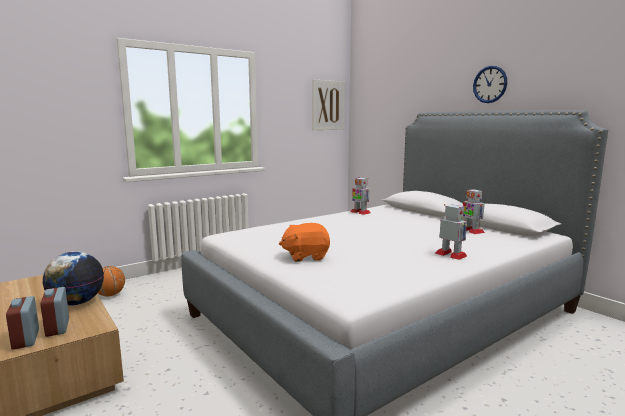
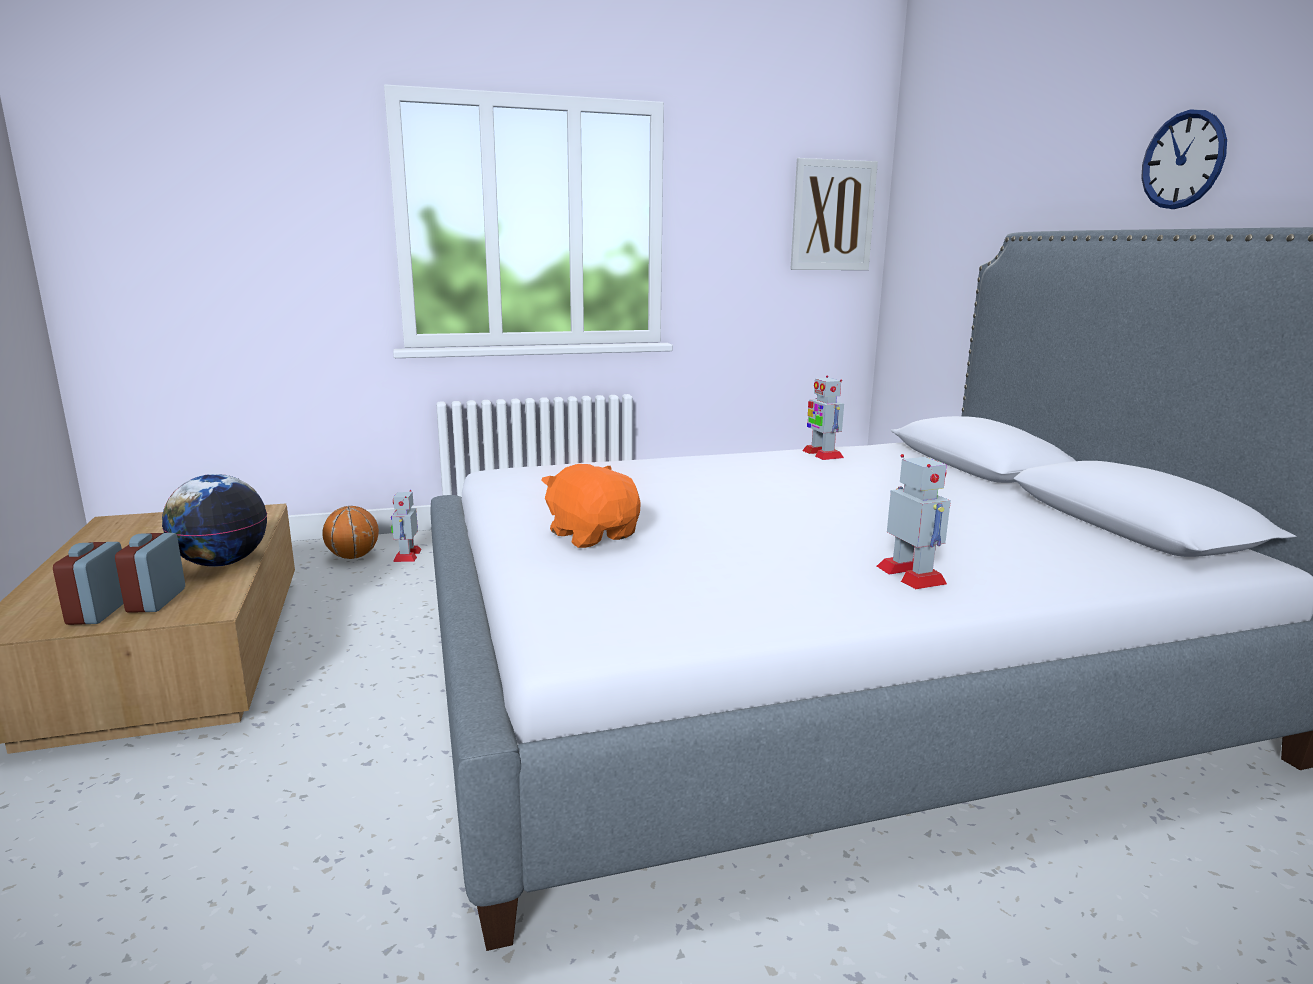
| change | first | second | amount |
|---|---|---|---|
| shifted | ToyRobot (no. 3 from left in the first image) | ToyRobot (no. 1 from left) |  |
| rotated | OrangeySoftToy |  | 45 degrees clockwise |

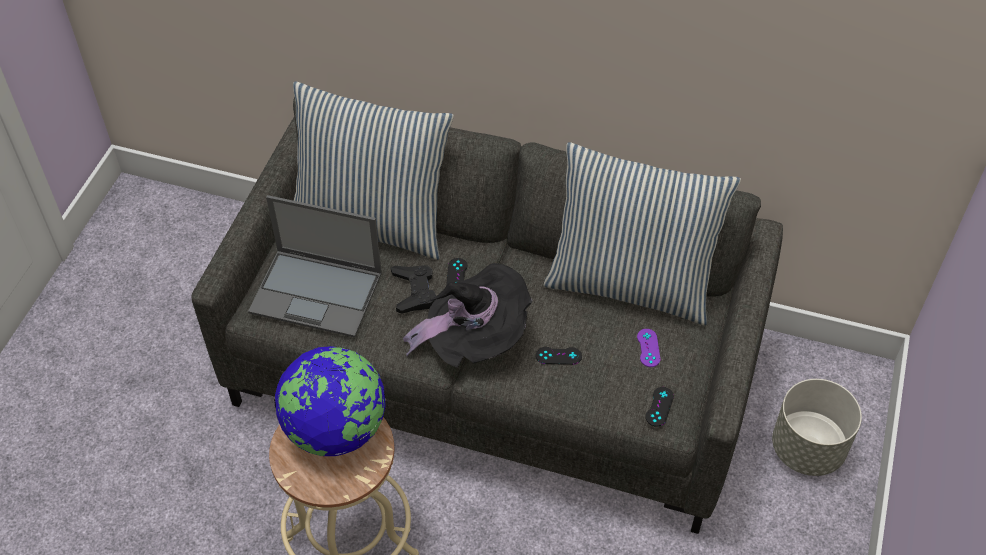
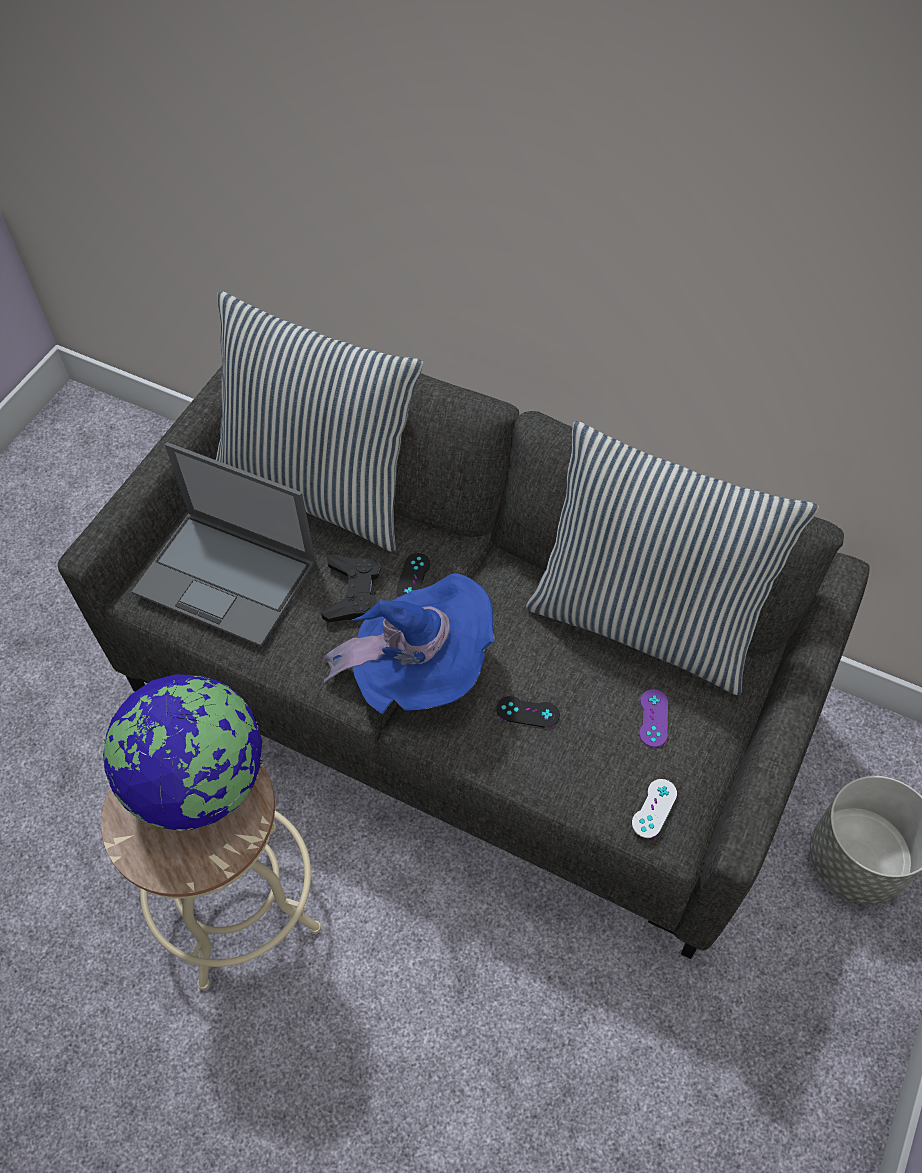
| change | first | second | amount |
|---|---|---|---|
| repainted | BlackClothingHat | BlueClothingHat |  |
| repainted | BlackJoypad (no. 4 from left) | WhiteJoypad |  |

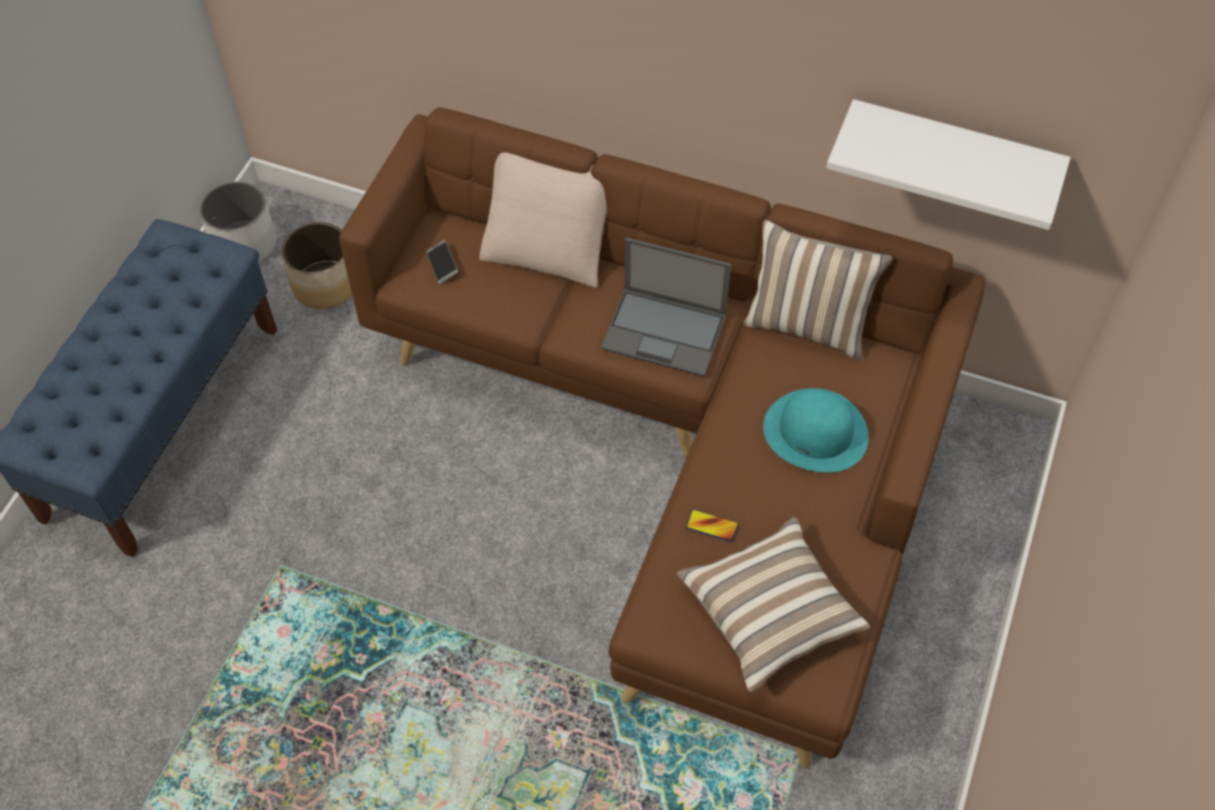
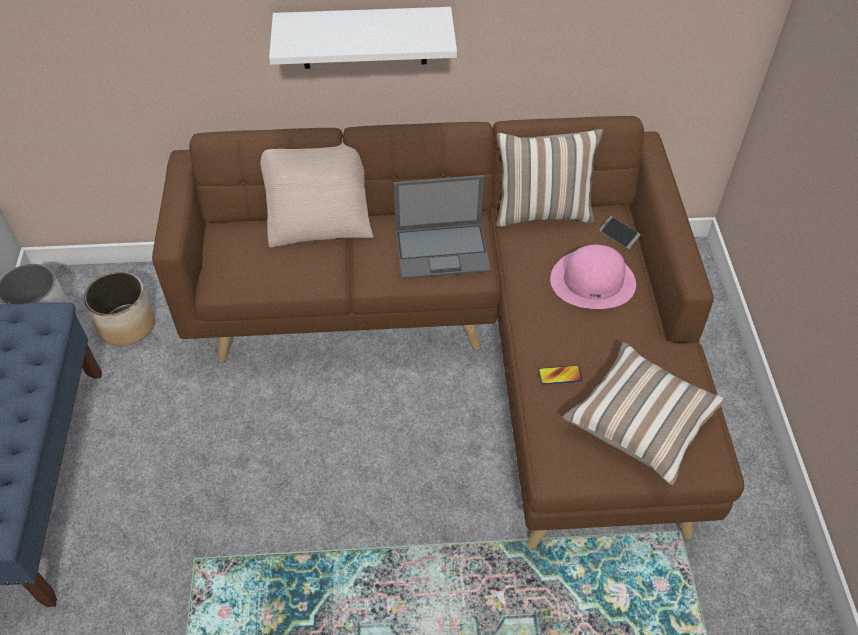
| change | first | second | amount |
|---|---|---|---|
| shifted | WhiteBracketShelf |  |  |
| repainted | TurquoiseColouredClothingHat | PinkClothingHat |  |
| shifted | Handset (no. 1 from left in the first image) | Handset (no. 2 from left) |  |

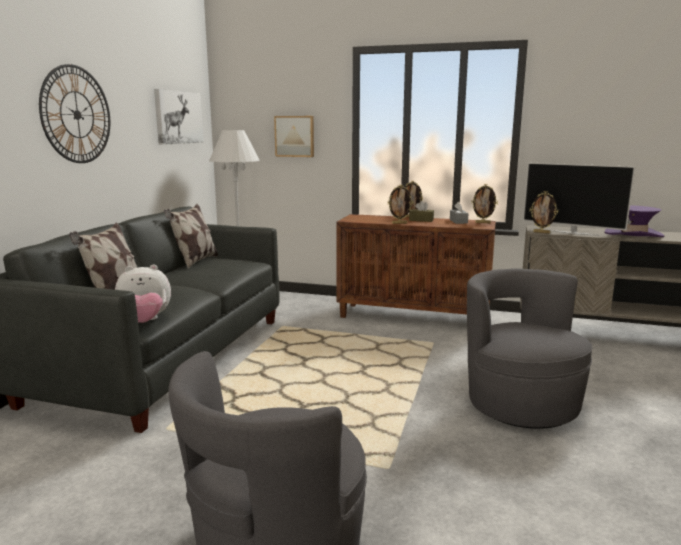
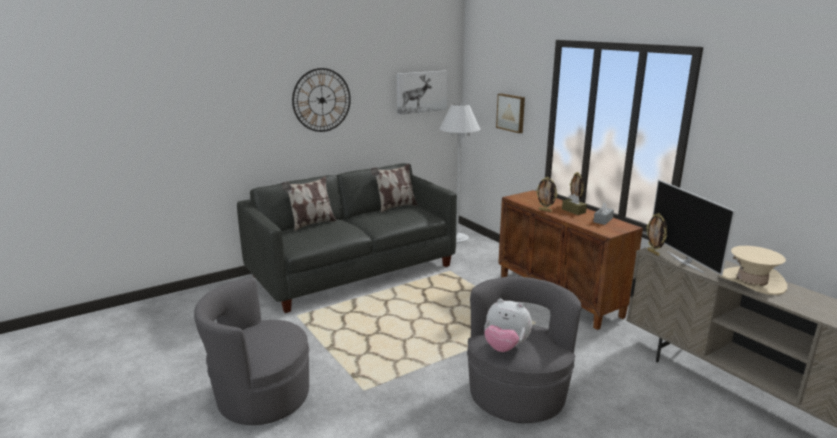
| change | first | second | amount |
|---|---|---|---|
| shifted | SoftToy |  |  |
| repainted | PurpleClothingHat | BeigeColouredClothingHat |  |
| gone | PictureFrame (no. 3 from left) |  |  |

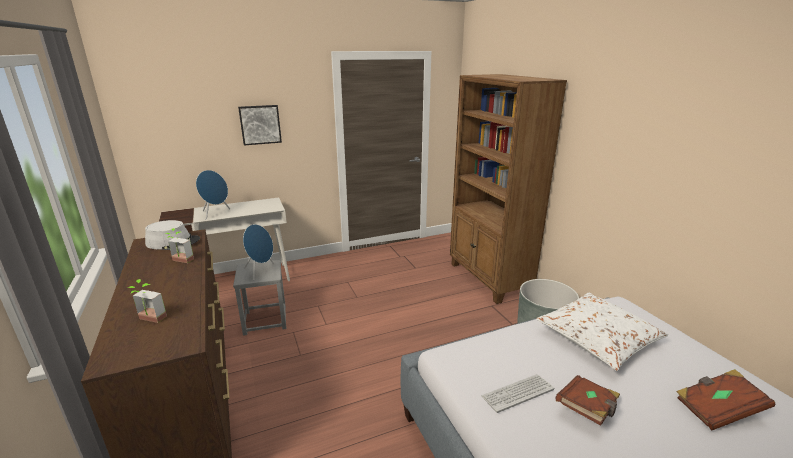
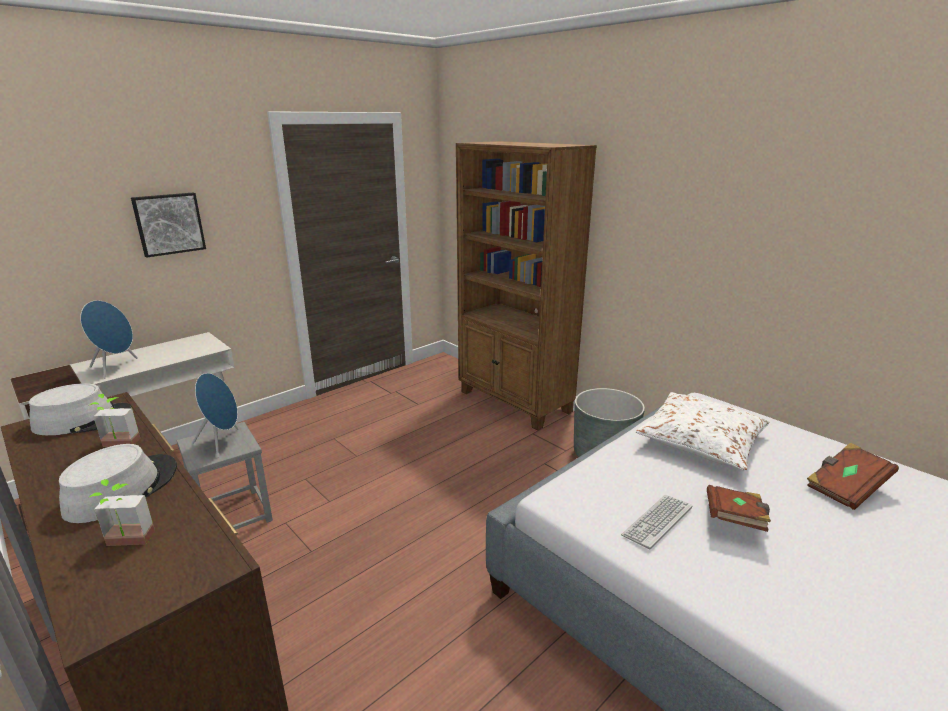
| change | first | second | amount |
|---|---|---|---|
| new |  | GreyishClothingHat (no. 2 from left) |  |

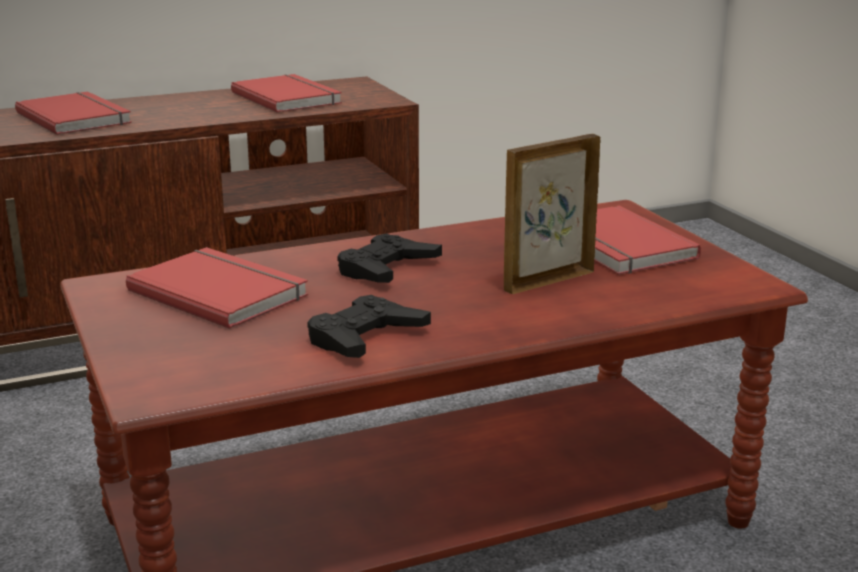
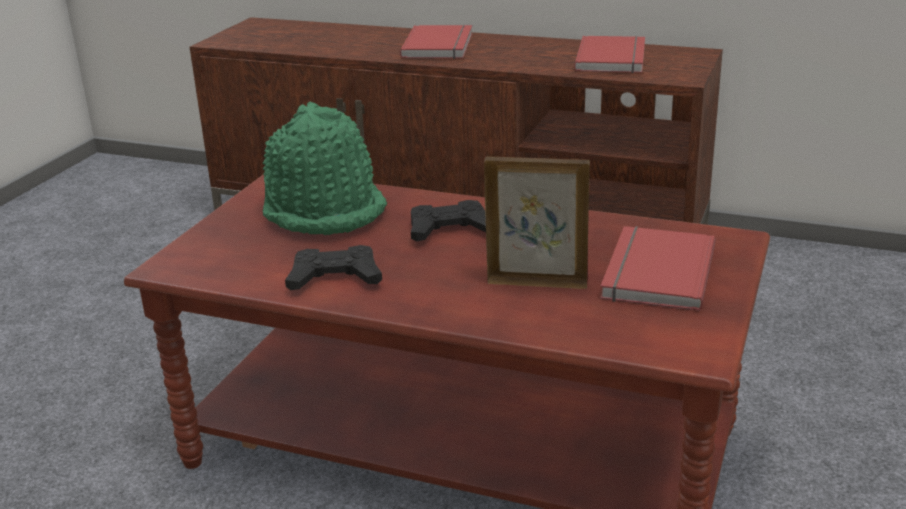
| change | first | second | amount |
|---|---|---|---|
| swapped | RedColouredBoundBook (no. 2 from left) | GreenishClothingHat |  |

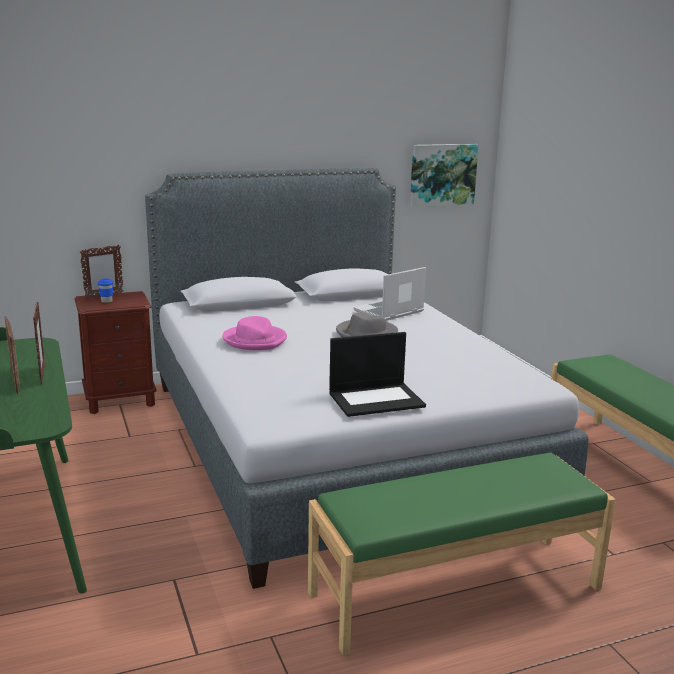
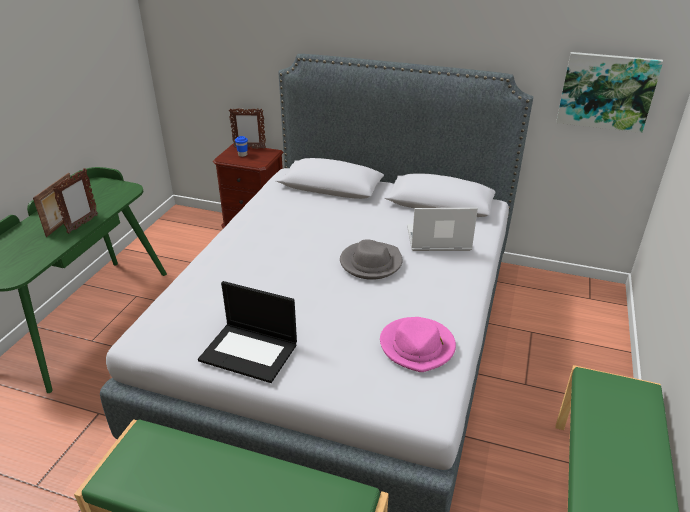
| change | first | second | amount |
|---|---|---|---|
| shifted | PinkClothingHat |  |  |

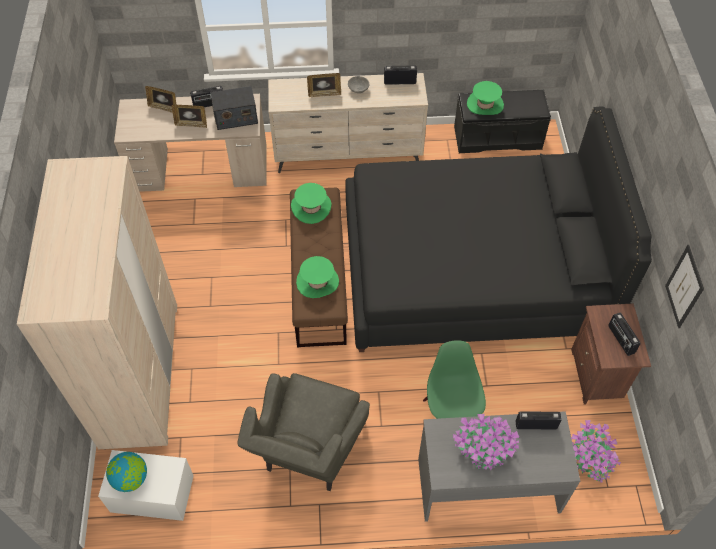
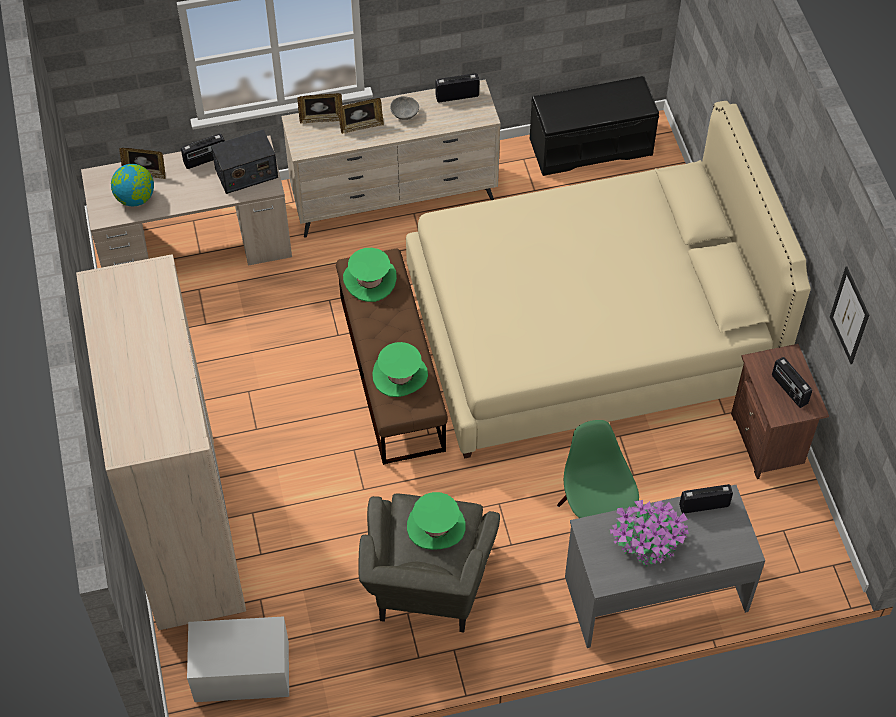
| change | first | second | amount |
|---|---|---|---|
| shifted | WorldGlobe |  |  |
| shifted | PictureFrame (no. 2 from left) |  |  |
| repainted | BlackBed | BeigeColouredBed |  |
| shifted | GreenishClothingHat (no. 3 from left) |  |  |
| gone | PottedPlant (no. 2 from left) |  |  |

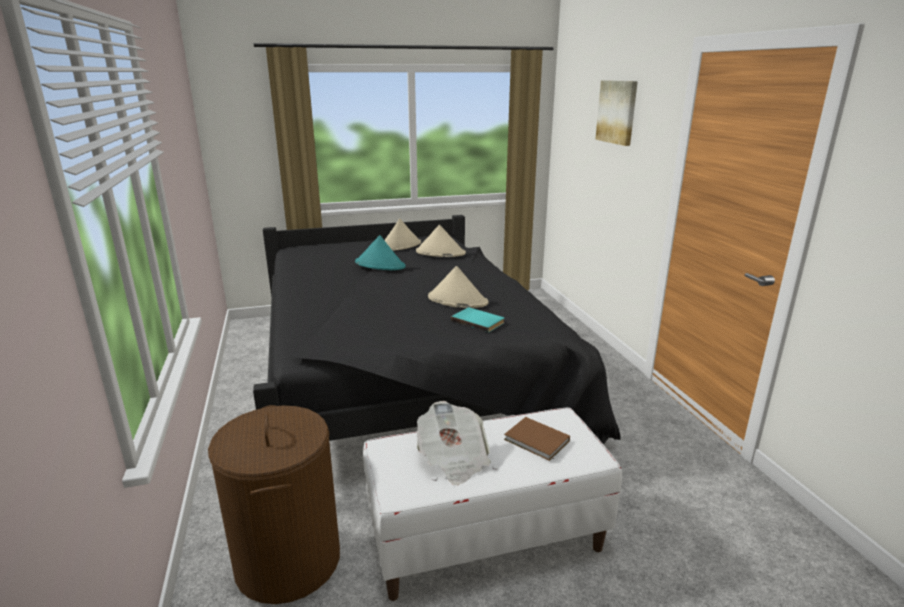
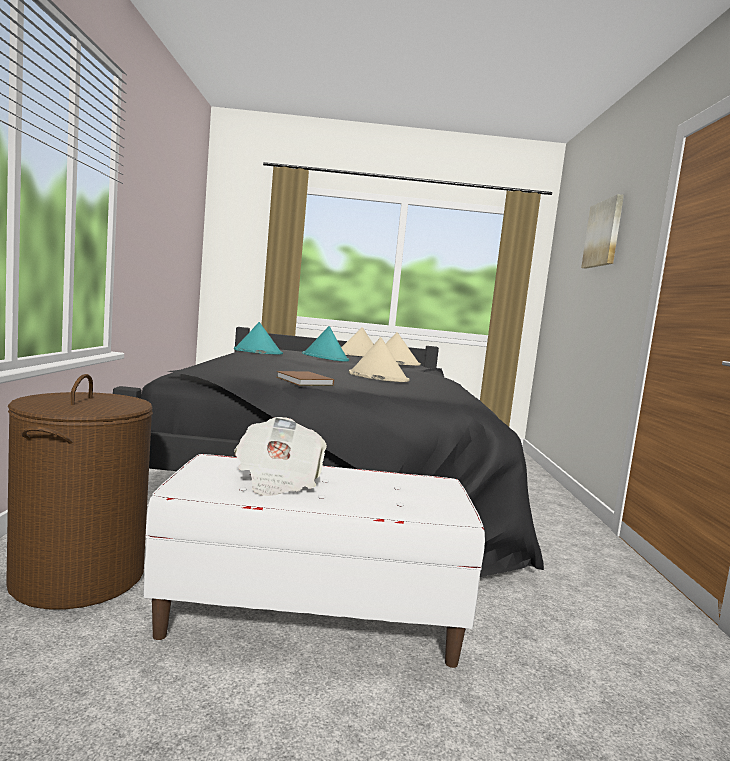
| change | first | second | amount |
|---|---|---|---|
| new |  | TurquoiseColouredClothingHat (no. 1 from left) |  |
| shifted | BrownishBoundBook |  |  |
| gone | TurquoiseColouredBoundBook |  |  |

